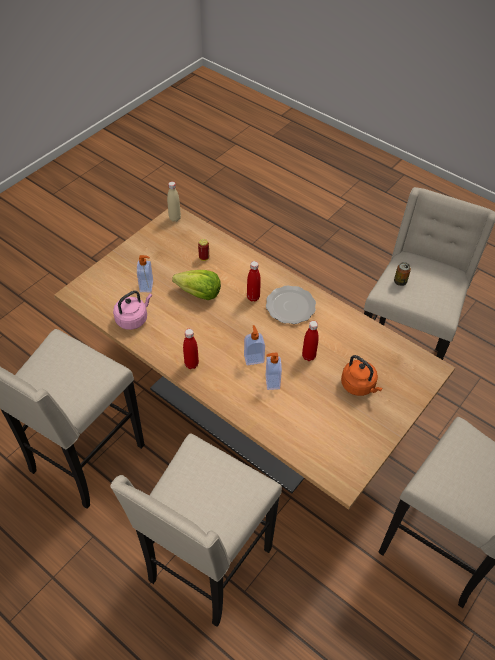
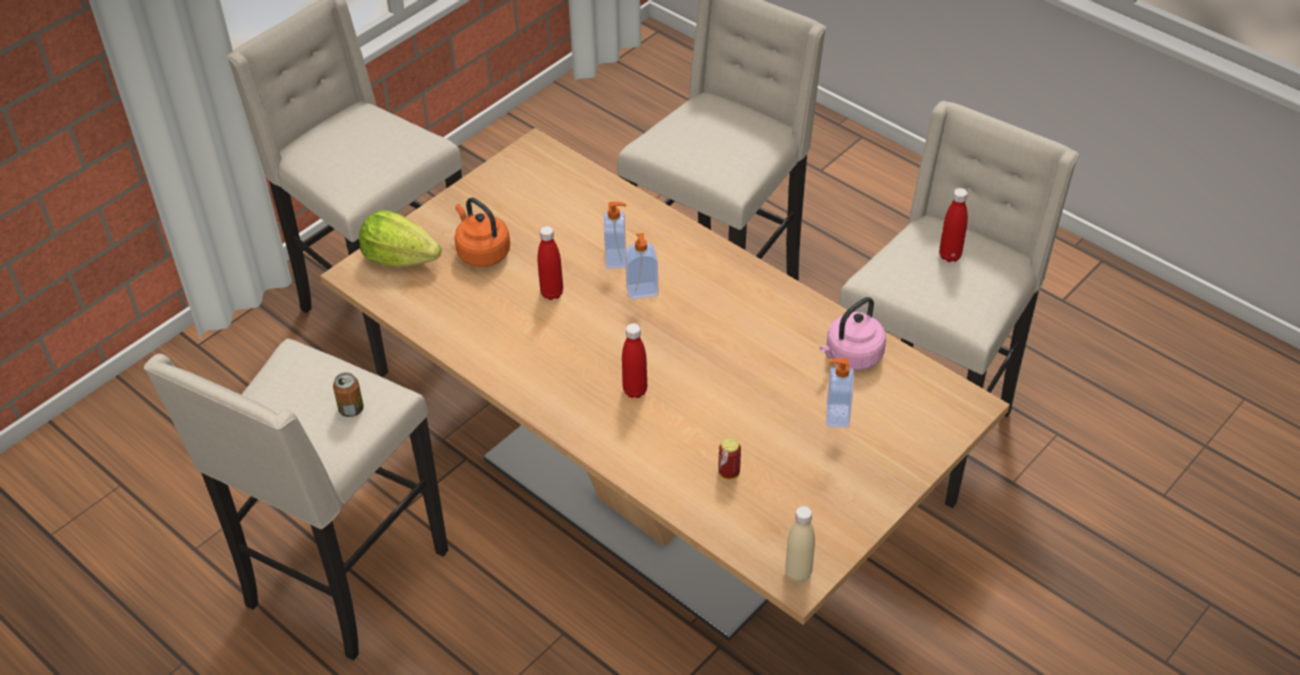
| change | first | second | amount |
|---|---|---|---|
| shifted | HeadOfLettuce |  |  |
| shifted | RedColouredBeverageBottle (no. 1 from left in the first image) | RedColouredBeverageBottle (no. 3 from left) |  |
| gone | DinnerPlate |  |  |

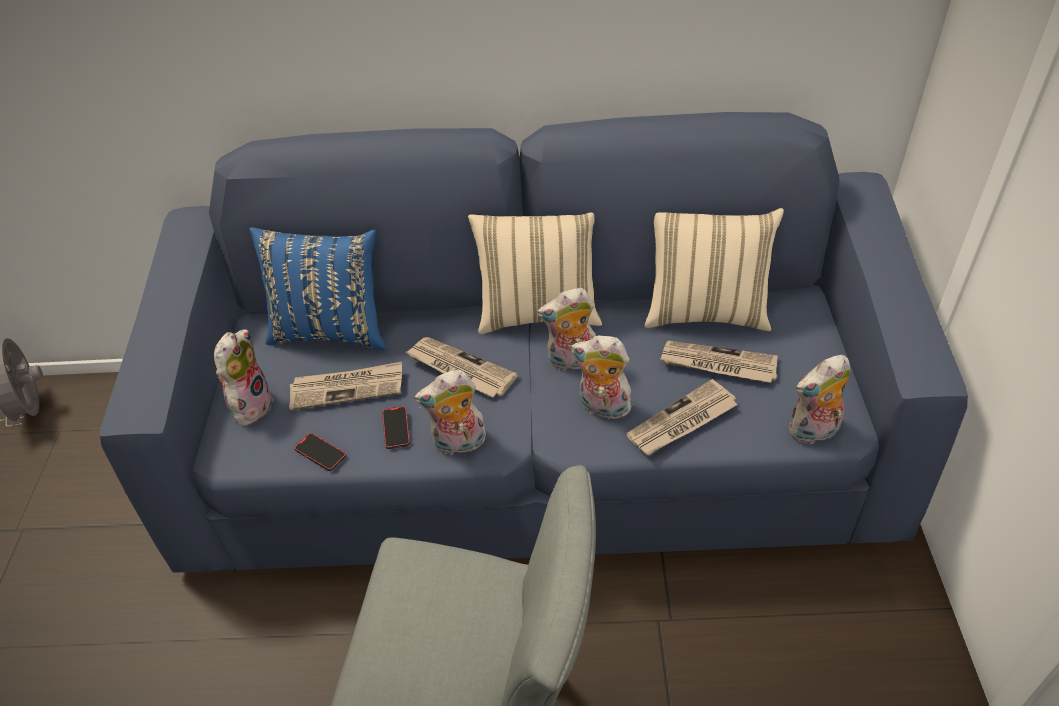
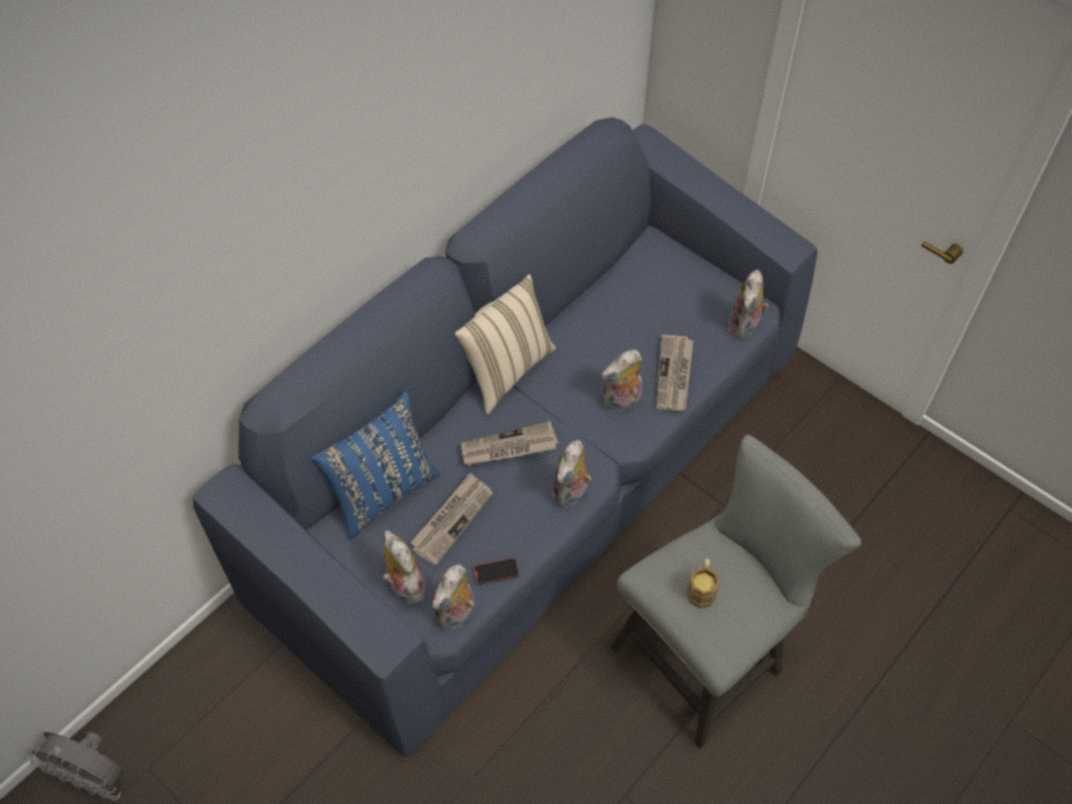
| change | first | second | amount |
|---|---|---|---|
| shifted | SoftToy (no. 3 from left in the first image) | SoftToy (no. 2 from left) |  |
| new |  | TeaMug |  |
| gone | Handset (no. 2 from left) |  |  |
| gone | BeigeColouredPillow (no. 2 from left) |  |  |
| gone | DailyPaper (no. 4 from left) |  |  |

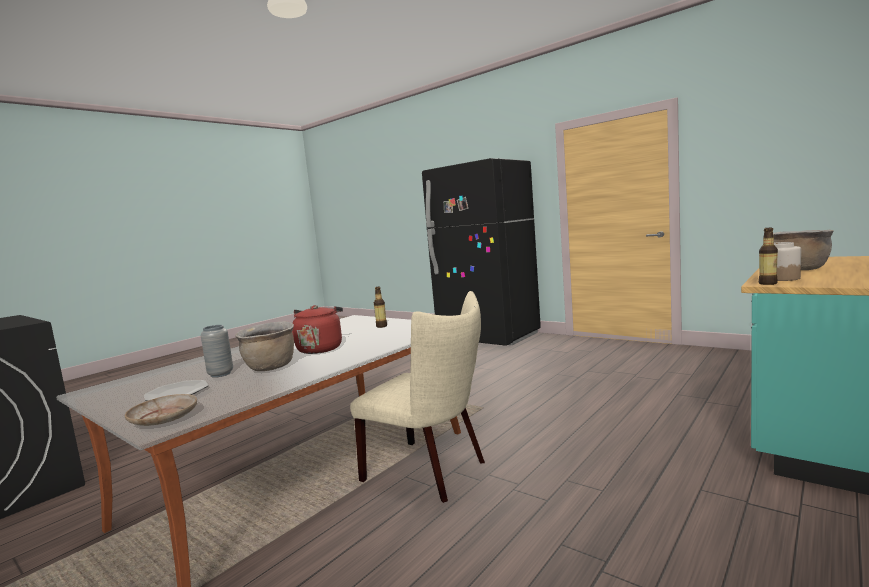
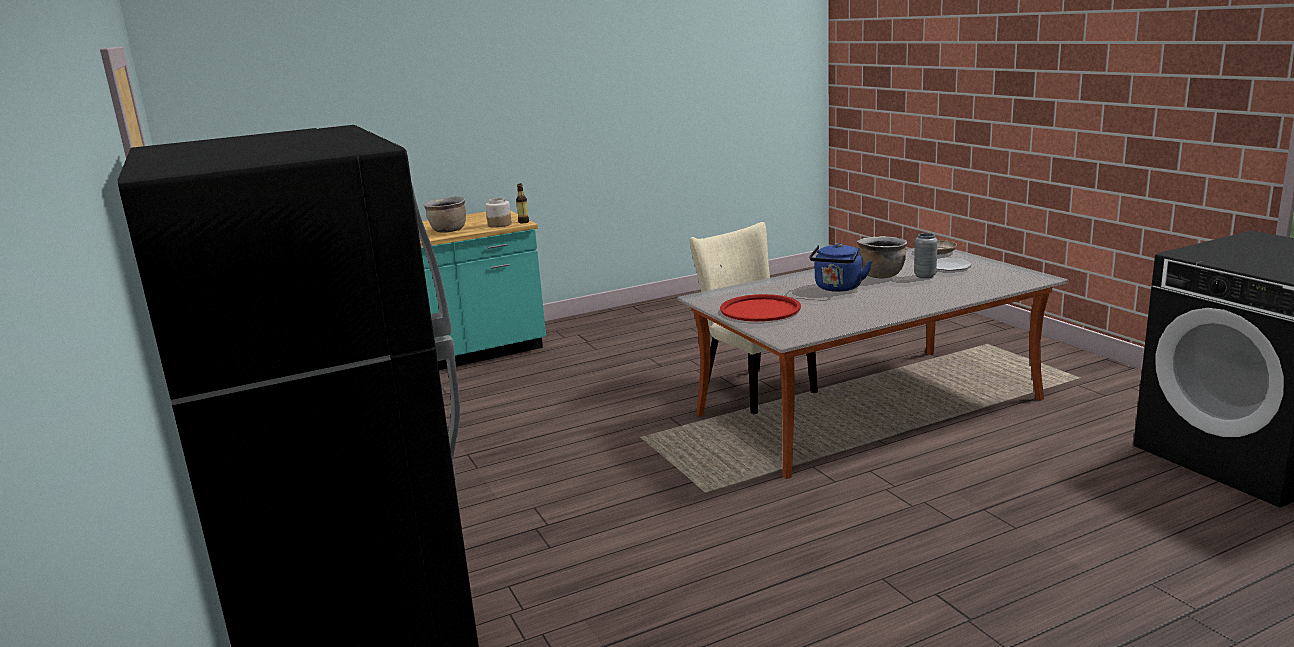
| change | first | second | amount |
|---|---|---|---|
| swapped | BeverageBottle (no. 1 from left) | RedColouredServingTray |  |
| repainted | RedColouredWaterKettle | BlueWaterKettle |  |

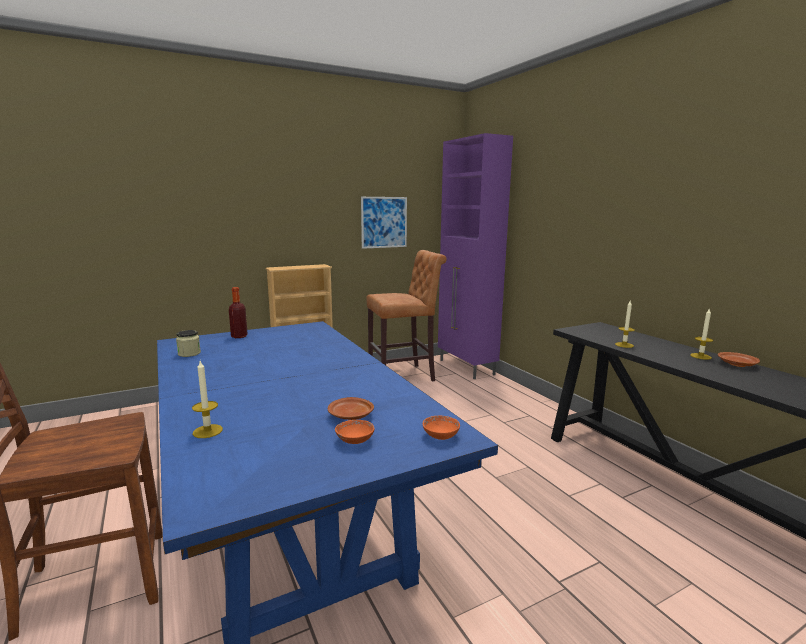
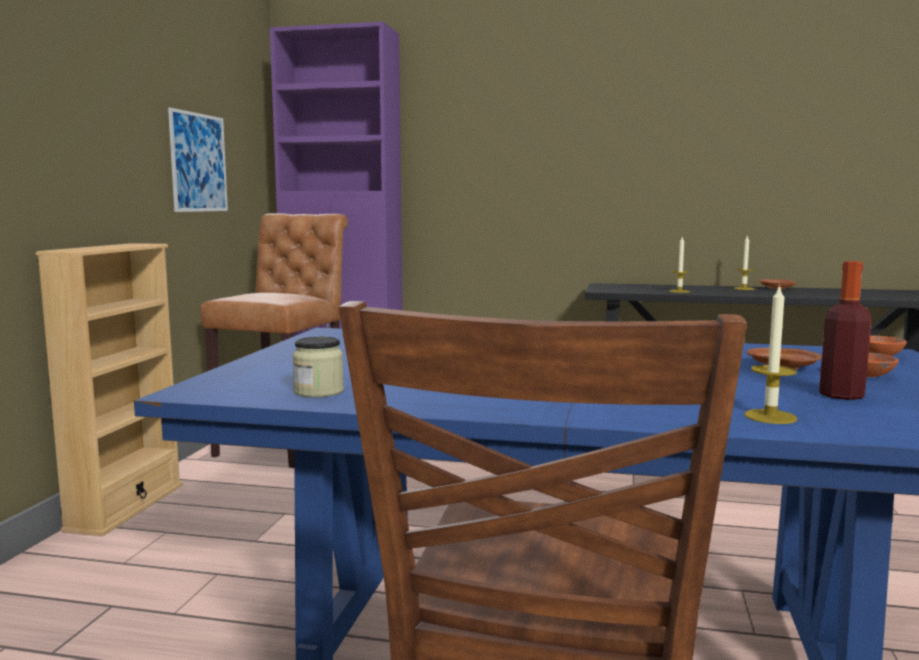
| change | first | second | amount |
|---|---|---|---|
| shifted | BeverageBottle |  |  |

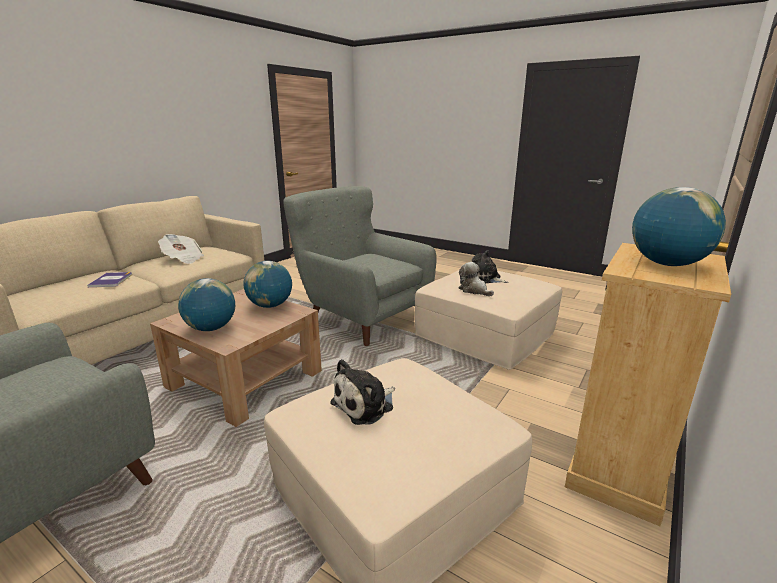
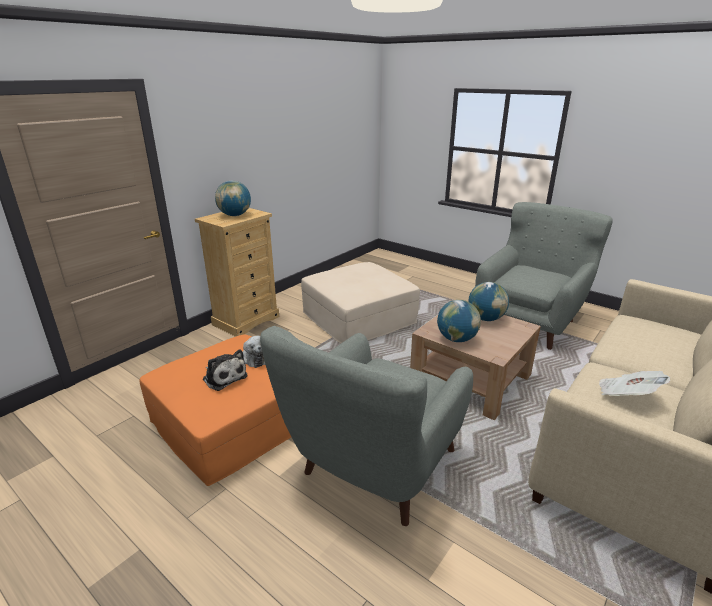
| change | first | second | amount |
|---|---|---|---|
| repainted | BeigeColouredPouffe (no. 2 from left) | OrangeyPouffe |  |
| rotated | GreyishEasyChair (no. 2 from left in the first image) | GreyishEasyChair (no. 1 from left) | 75 degrees clockwise |
| gone | BoundBook |  |  |
| gone | SoftToy (no. 1 from left) |  |  |

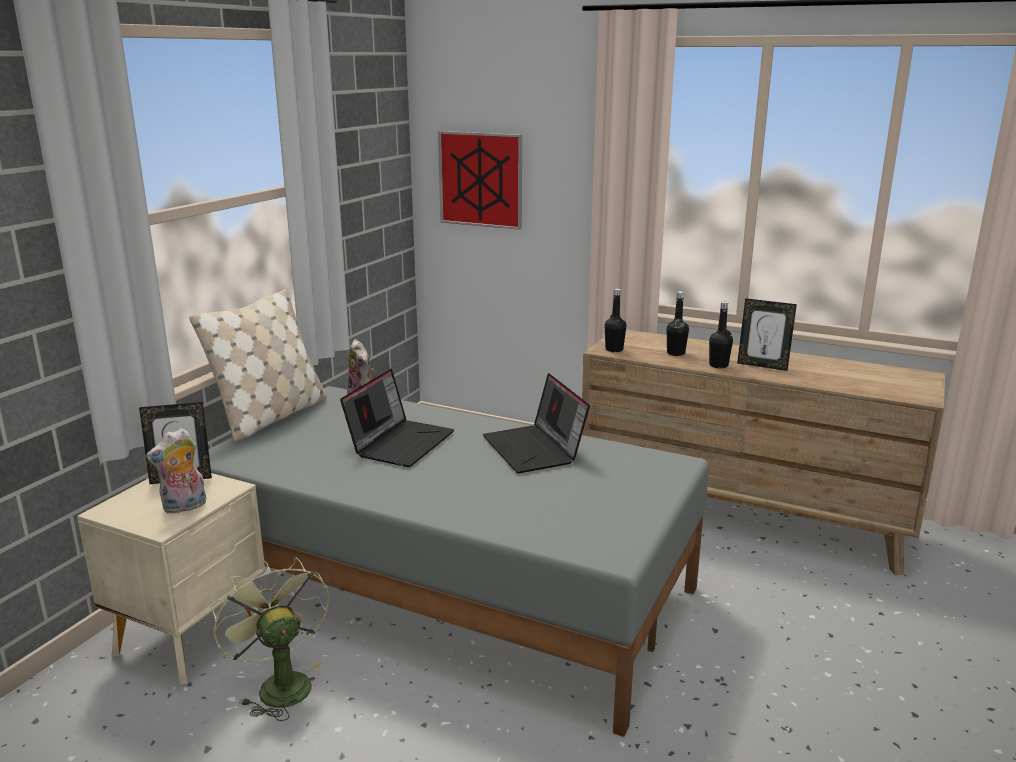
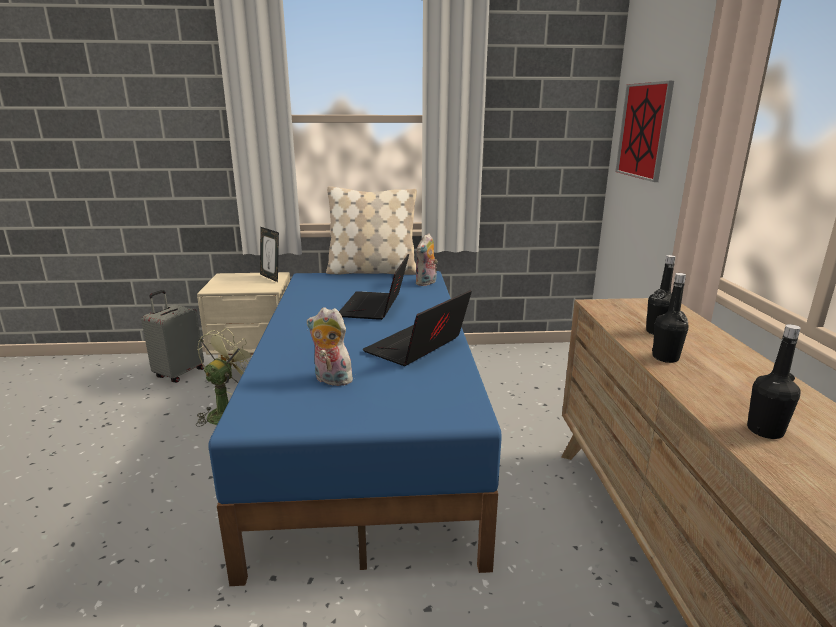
| change | first | second | amount |
|---|---|---|---|
| new |  | GreyishTravelCase |  |
| repainted | GreyishBed | BlueBed |  |
| shifted | SoftToy (no. 1 from left) |  |  |
| rotated | NotebookComputer (no. 1 from left) |  | 105 degrees clockwise |
| shifted | BlackBeverageBottle (no. 1 from left in the first image) | BlackBeverageBottle (no. 3 from left) |  |
| gone | PictureFrame (no. 2 from left) |  |  |

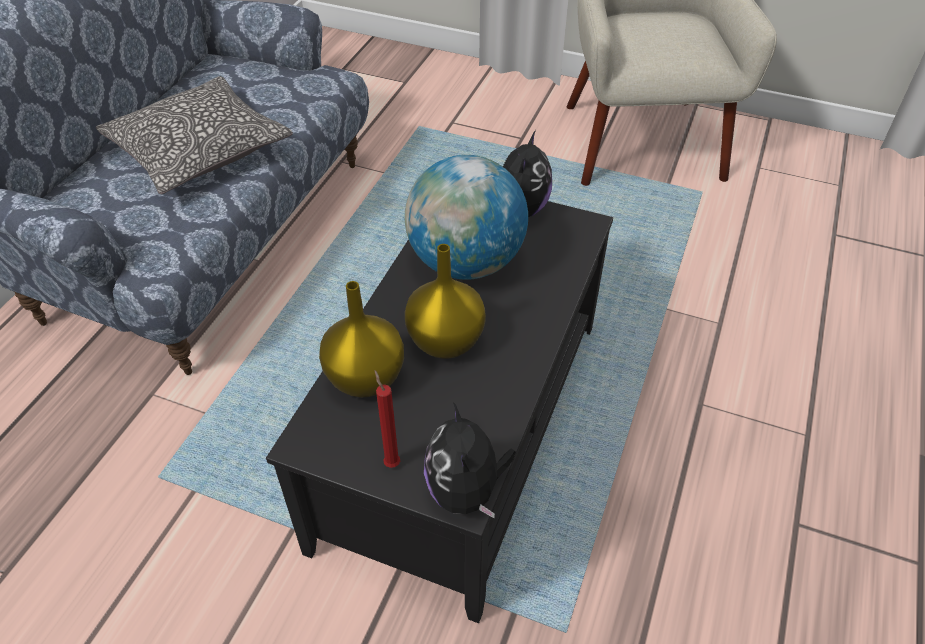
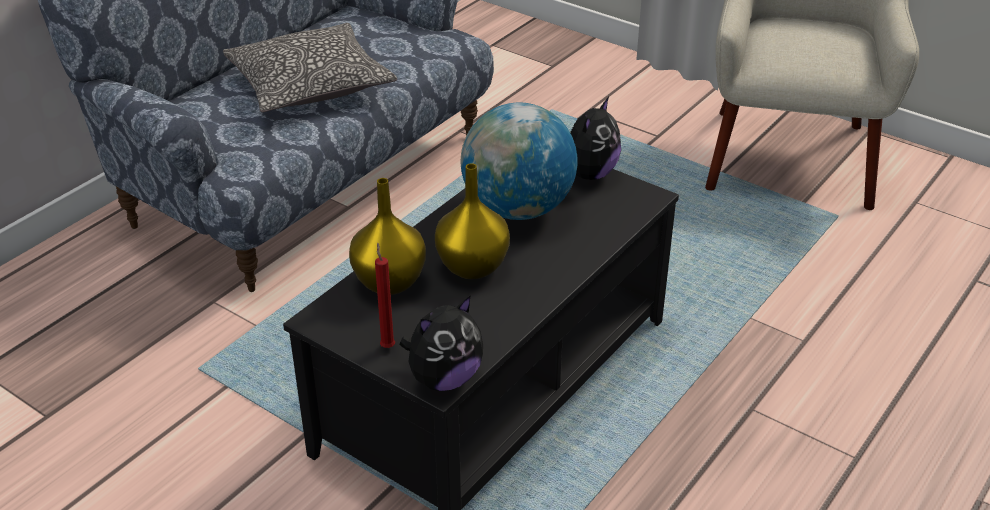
| change | first | second | amount |
|---|---|---|---|
| rotated | SoftToy (no. 1 from left) |  | 135 degrees counterclockwise |

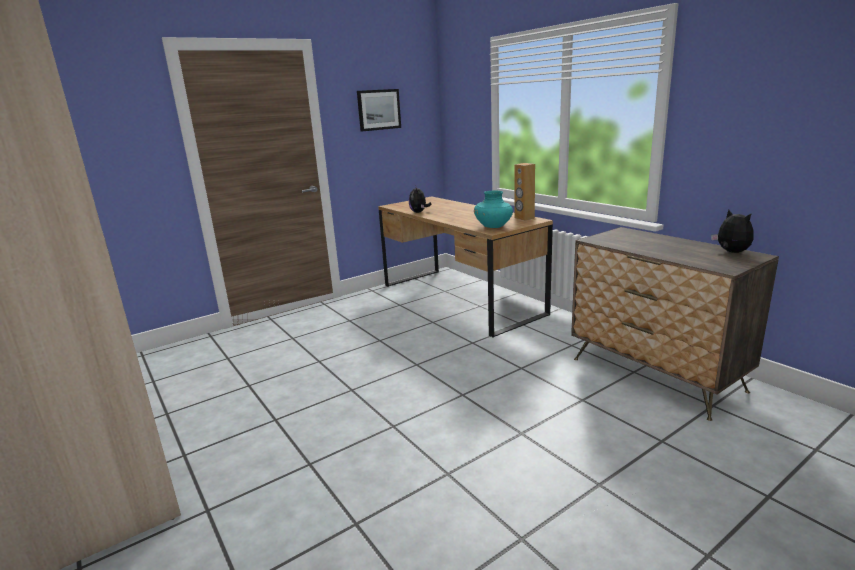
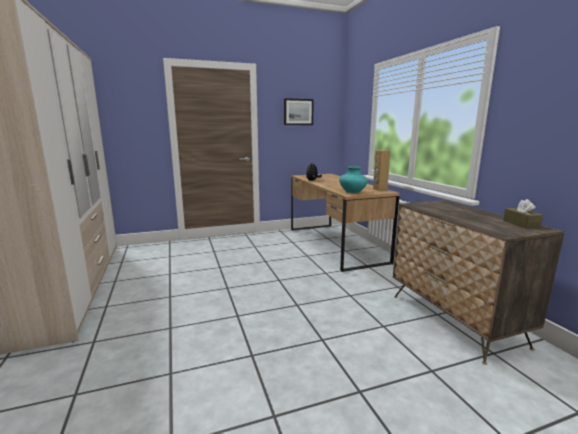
| change | first | second | amount |
|---|---|---|---|
| swapped | SoftToy (no. 2 from left) | BrownishTissueBox |  |

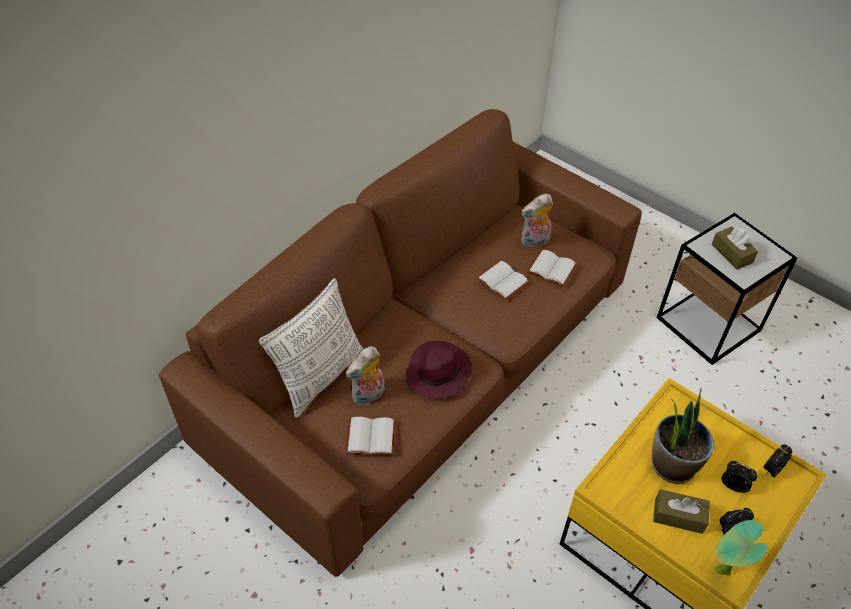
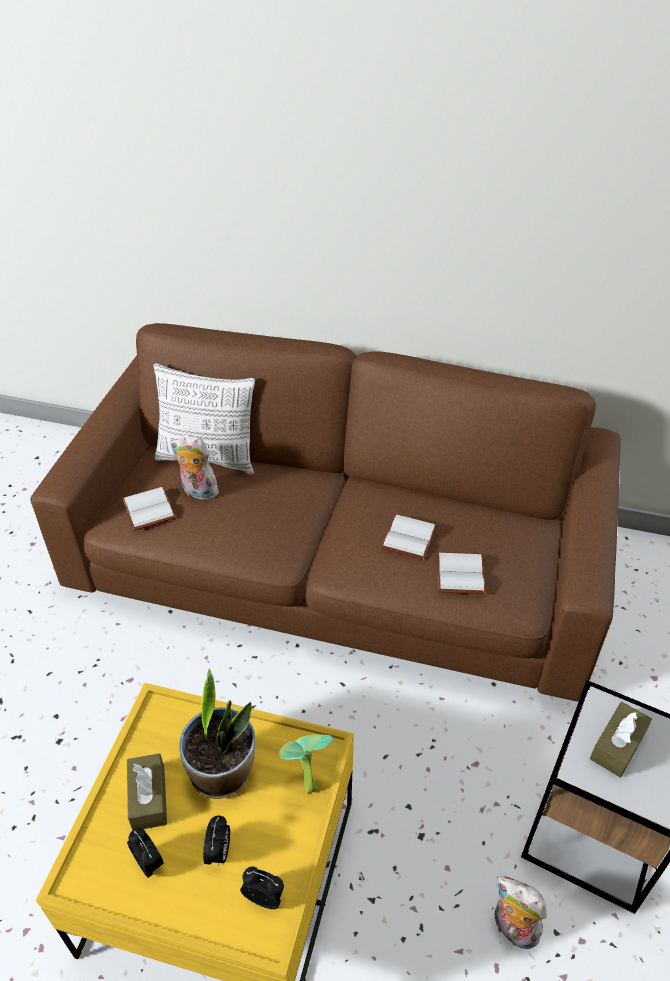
| change | first | second | amount |
|---|---|---|---|
| shifted | PottedPlant (no. 2 from left) |  |  |
| shifted | SoftToy (no. 2 from left) |  |  |
| gone | PurpleClothingHat |  |  |

